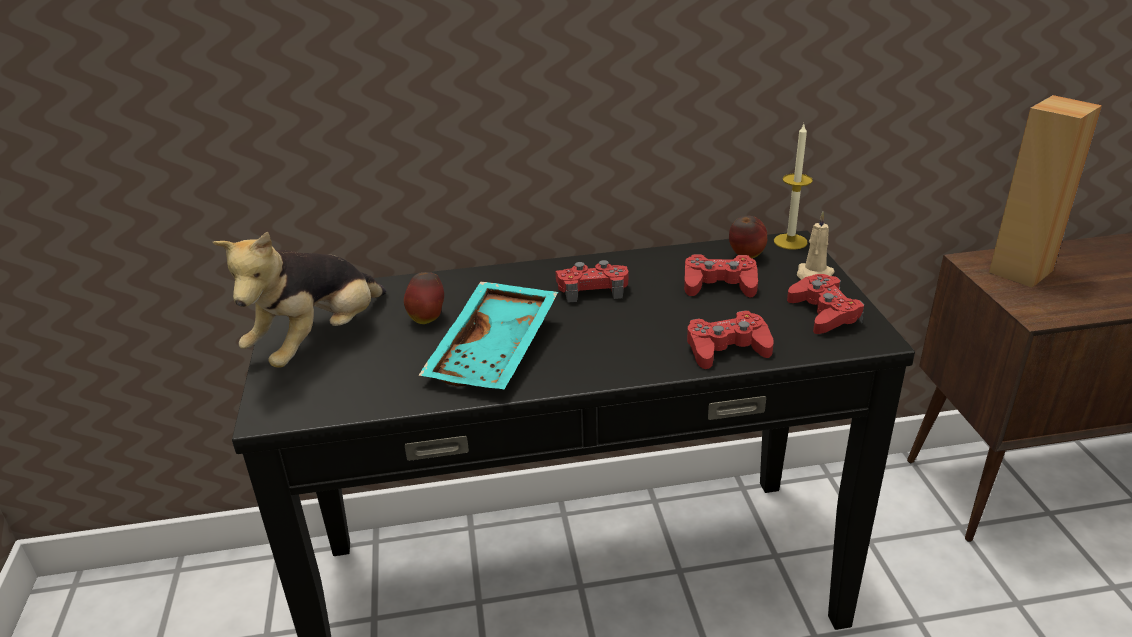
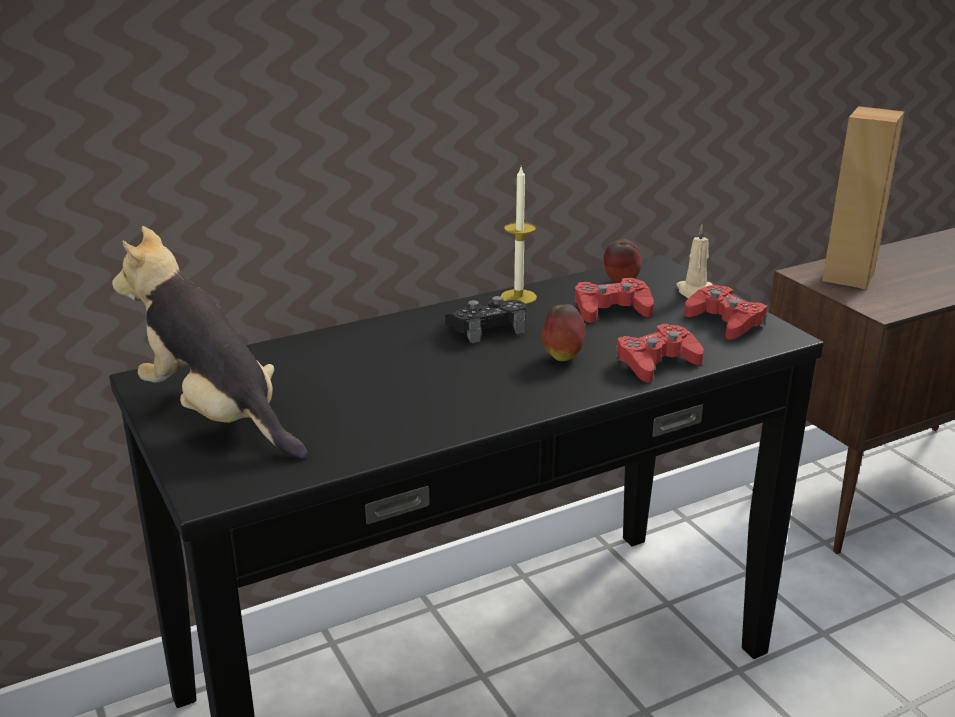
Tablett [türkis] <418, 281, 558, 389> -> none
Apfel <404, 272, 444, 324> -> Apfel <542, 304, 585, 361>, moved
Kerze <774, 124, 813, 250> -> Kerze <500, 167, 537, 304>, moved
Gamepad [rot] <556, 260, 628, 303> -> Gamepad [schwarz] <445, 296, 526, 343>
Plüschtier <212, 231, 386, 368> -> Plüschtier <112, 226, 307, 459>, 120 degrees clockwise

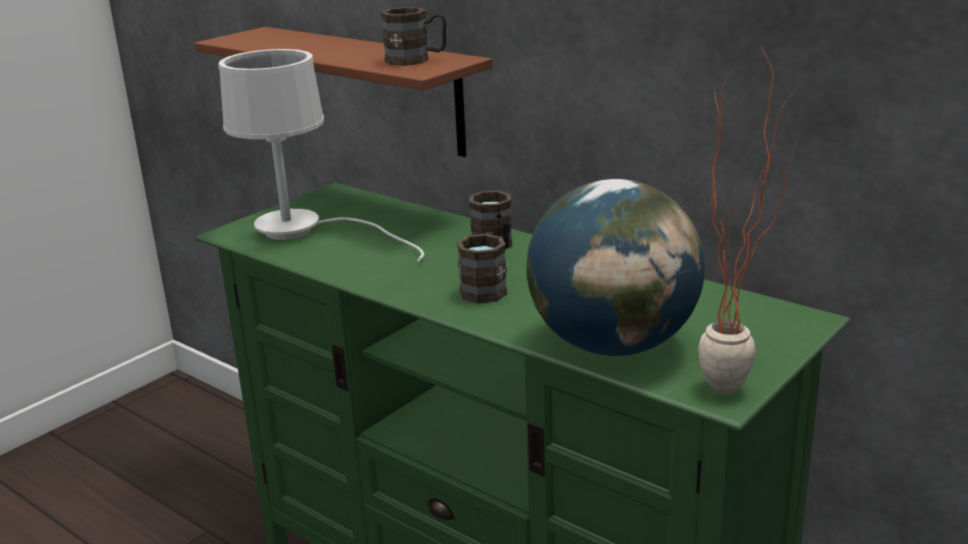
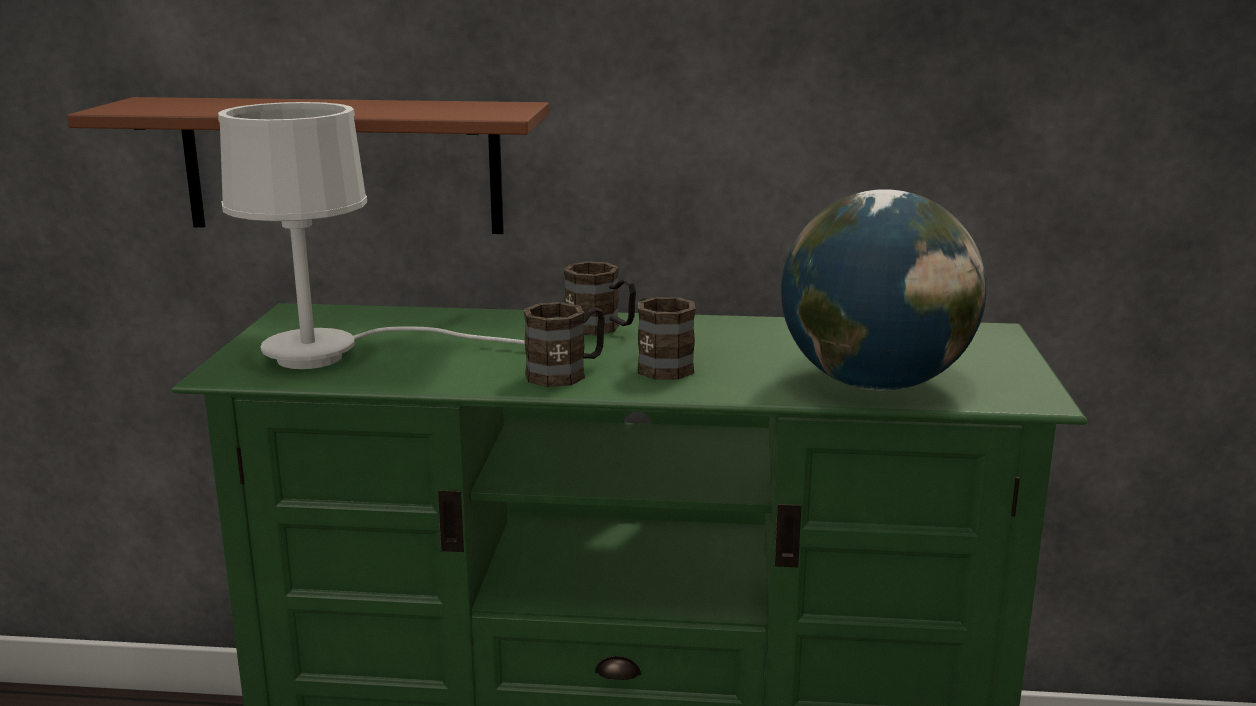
Topfpflanze <698, 45, 805, 394> -> none
Henkelbecher [braun] <381, 7, 446, 66> -> Henkelbecher [braun] <523, 302, 605, 387>, moved

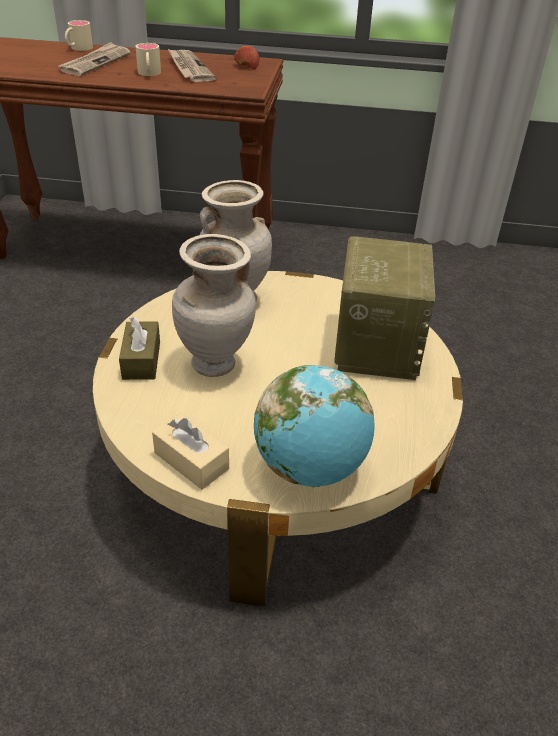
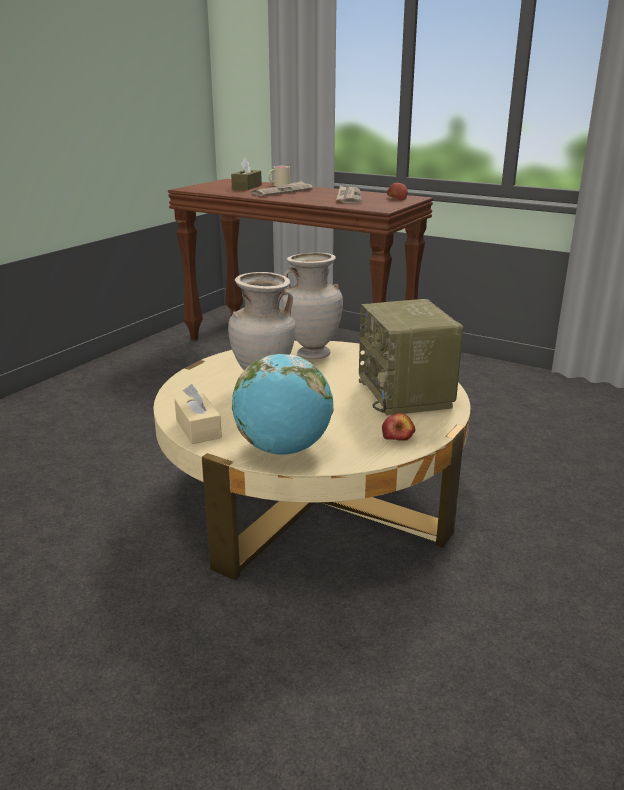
Henkelbecher [beige] <135, 43, 161, 76> -> none
none -> Apfel <382, 413, 415, 441>
Taschentuchbox [braun] <119, 317, 160, 380> -> Taschentuchbox [braun] <231, 157, 262, 190>, moved
Radio <334, 237, 435, 380> -> Radio <359, 299, 463, 416>, 135 degrees clockwise

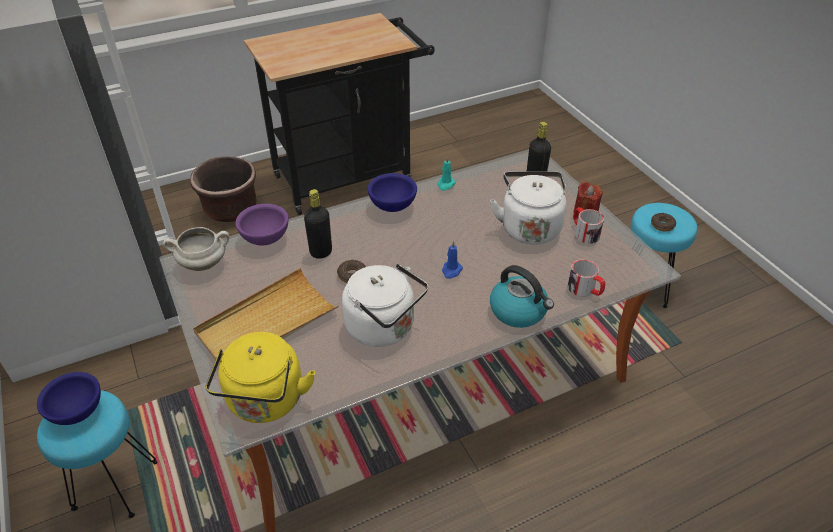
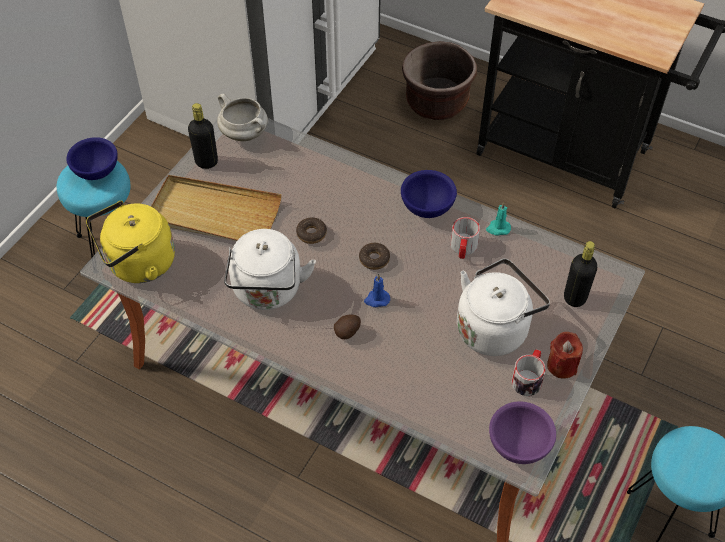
Wasserkessel <490, 265, 554, 328> -> none
none -> Kartoffel <334, 314, 361, 339>
Schüssel [lila] <235, 204, 289, 246> -> Schüssel [lila] <489, 401, 556, 464>, moved
Flasche [schwarz] <304, 189, 332, 259> -> Flasche [schwarz] <188, 103, 218, 169>, moved
Henkelbecher <567, 259, 605, 297> -> Henkelbecher <451, 217, 480, 259>, moved
Donut <651, 213, 676, 232> -> Donut <359, 243, 390, 270>, moved

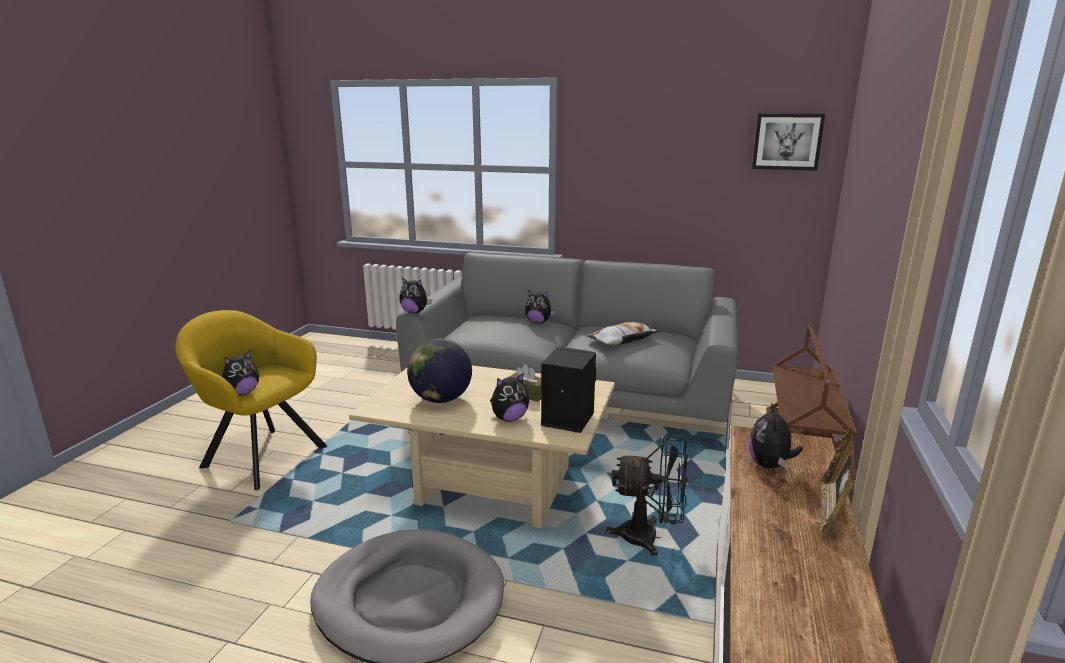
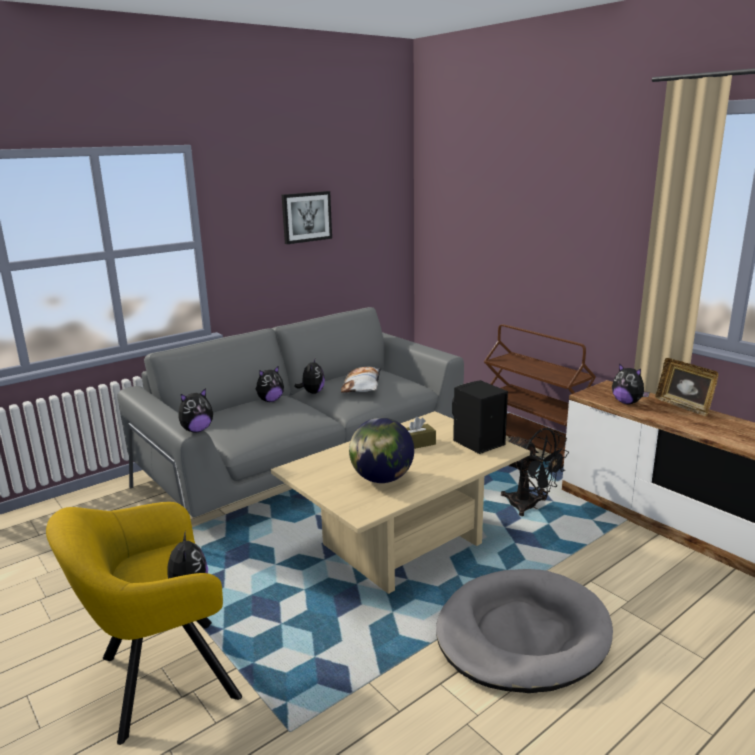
Plüschtier <490, 372, 529, 422> -> Plüschtier <294, 358, 325, 394>, moved
Bild <752, 114, 825, 171> -> Bild <282, 191, 332, 244>, moved
Ventilator [schwarz] <606, 436, 688, 556> -> Ventilator [schwarz] <501, 428, 569, 516>, 90 degrees clockwise

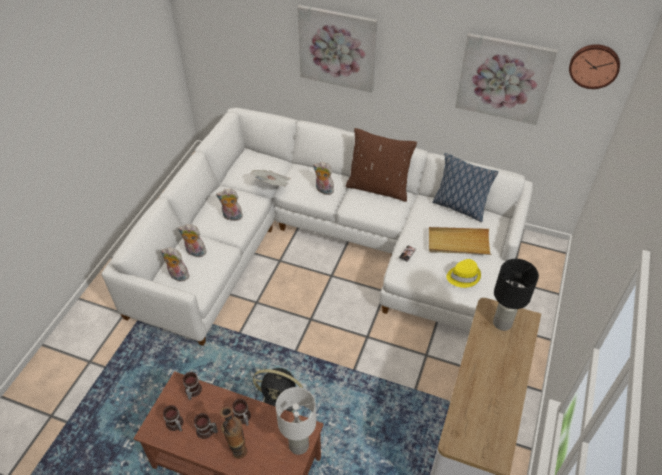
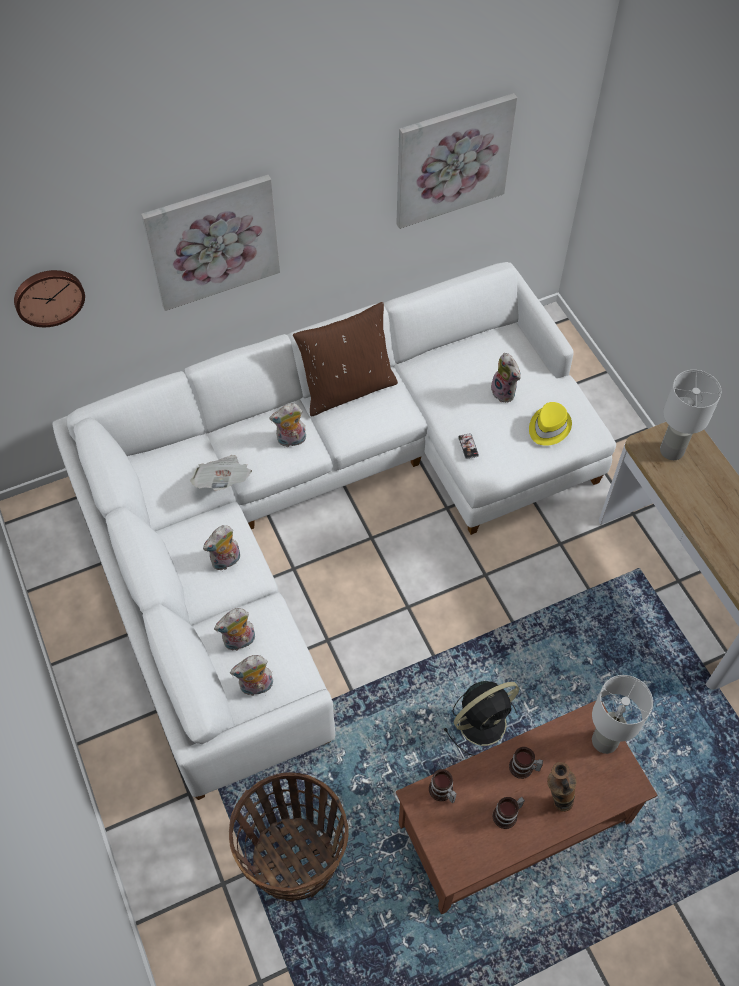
Henkelbecher <163, 405, 183, 432> -> none
Kissen <432, 153, 498, 222> -> none
none -> Korb <229, 772, 348, 901>
Wanduhr <569, 44, 620, 89> -> Wanduhr <14, 270, 85, 327>, moved
Tablett [beige] <429, 227, 491, 255> -> Plüschtier <491, 353, 521, 402>
Tischlampe [schwarz] <493, 259, 539, 331> -> Tischlampe [weiß] <660, 370, 721, 460>

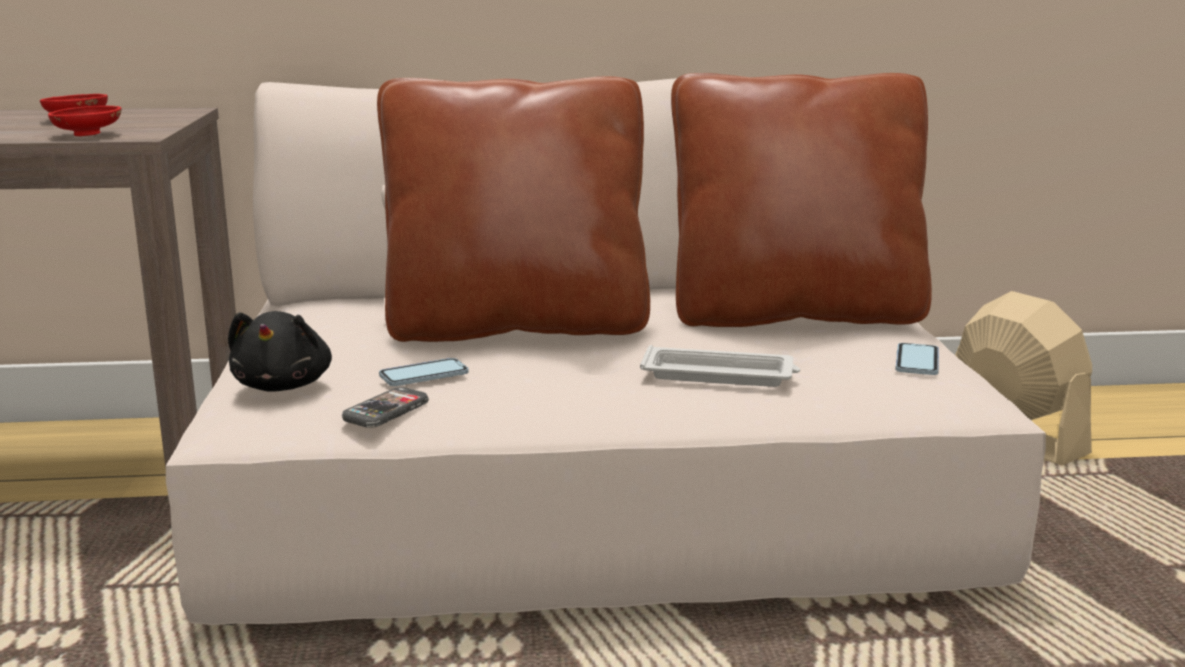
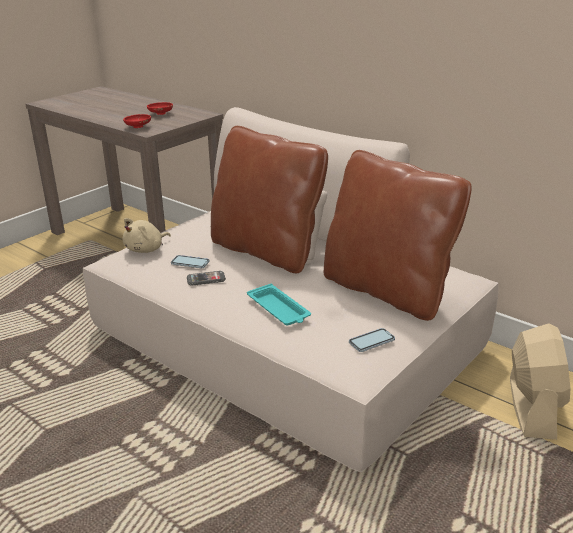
Handy <342, 387, 429, 428> -> Handy <187, 271, 226, 286>, moved
Plüschtier [schwarz] <228, 311, 332, 392> -> Plüschtier [beige] <122, 218, 171, 253>
Tablett [weiß] <640, 345, 800, 387> -> Tablett [türkis] <247, 283, 311, 326>

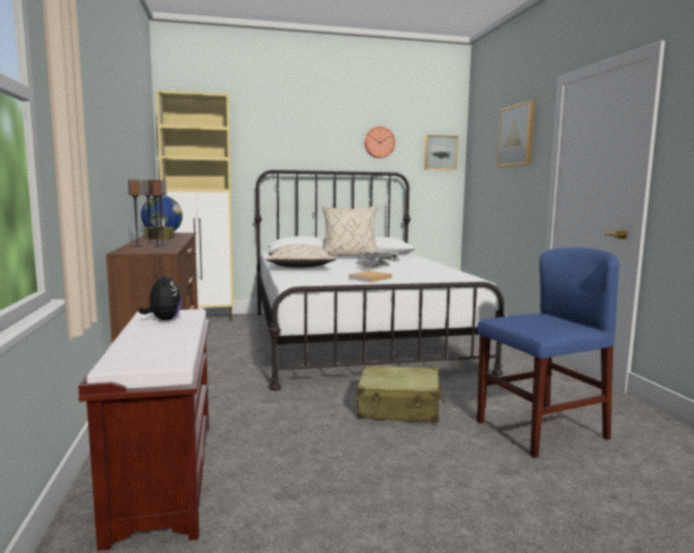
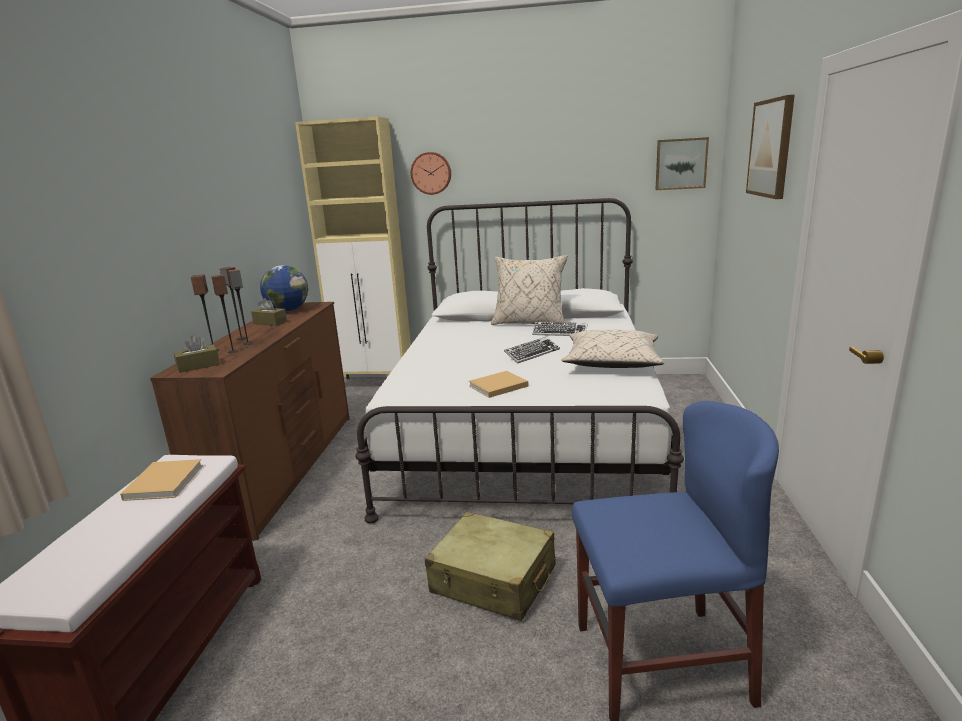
none -> Taschentuchbox [braun] <174, 336, 220, 373>
Kissen [beige] <265, 244, 336, 268> -> Kissen [beige] <562, 329, 665, 368>, moved
Wanduhr <364, 126, 395, 158> -> Wanduhr <411, 152, 451, 195>, moved
Plüschtier <139, 273, 182, 320> -> Buch [beige] <120, 459, 203, 501>

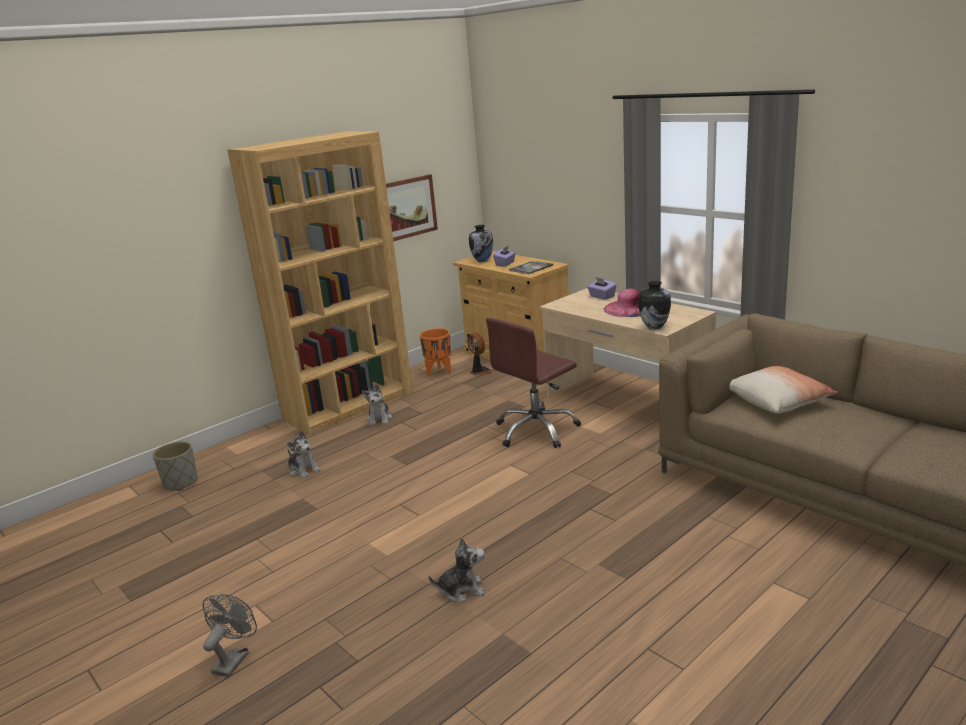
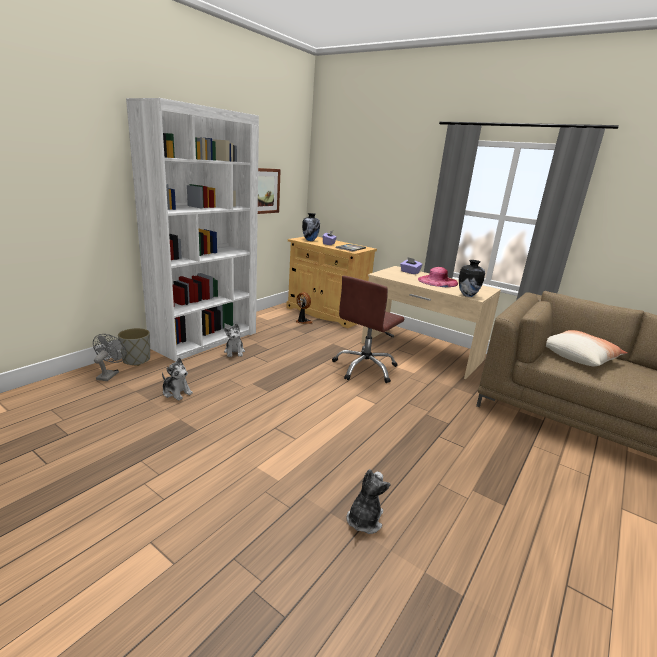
Pflanzkübel [orange] <420, 328, 451, 376> -> none
Pflanzkübel [grau] <153, 441, 198, 491> -> Pflanzkübel [grau] <118, 328, 150, 366>, moved
Ventilator [grau] <202, 594, 257, 677> -> Ventilator [grau] <93, 334, 127, 381>, moved
Bücherregal [braun] <227, 131, 413, 435> -> Bücherregal [weiß] <126, 98, 259, 362>
Plüschtier <429, 537, 485, 602> -> Plüschtier <347, 469, 391, 534>, 45 degrees counterclockwise

